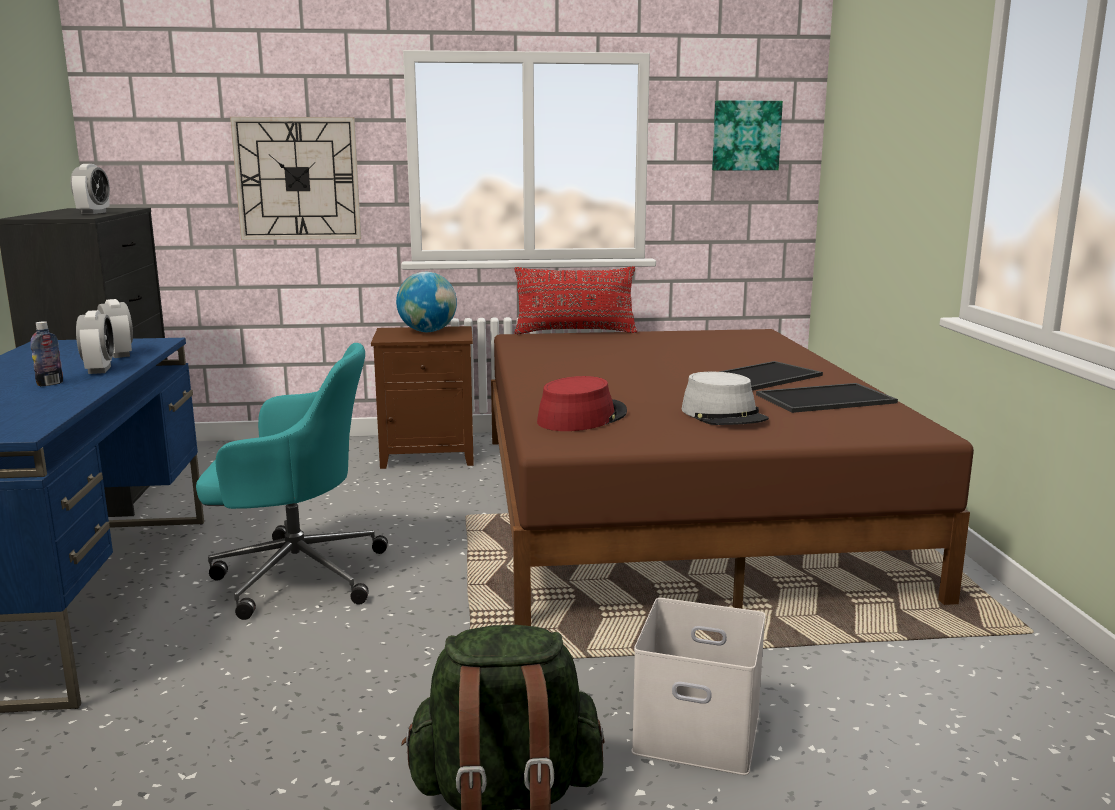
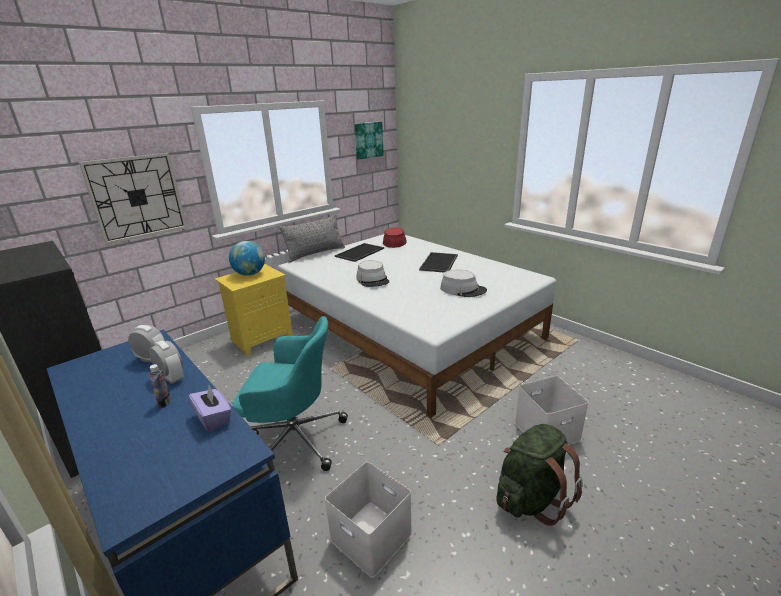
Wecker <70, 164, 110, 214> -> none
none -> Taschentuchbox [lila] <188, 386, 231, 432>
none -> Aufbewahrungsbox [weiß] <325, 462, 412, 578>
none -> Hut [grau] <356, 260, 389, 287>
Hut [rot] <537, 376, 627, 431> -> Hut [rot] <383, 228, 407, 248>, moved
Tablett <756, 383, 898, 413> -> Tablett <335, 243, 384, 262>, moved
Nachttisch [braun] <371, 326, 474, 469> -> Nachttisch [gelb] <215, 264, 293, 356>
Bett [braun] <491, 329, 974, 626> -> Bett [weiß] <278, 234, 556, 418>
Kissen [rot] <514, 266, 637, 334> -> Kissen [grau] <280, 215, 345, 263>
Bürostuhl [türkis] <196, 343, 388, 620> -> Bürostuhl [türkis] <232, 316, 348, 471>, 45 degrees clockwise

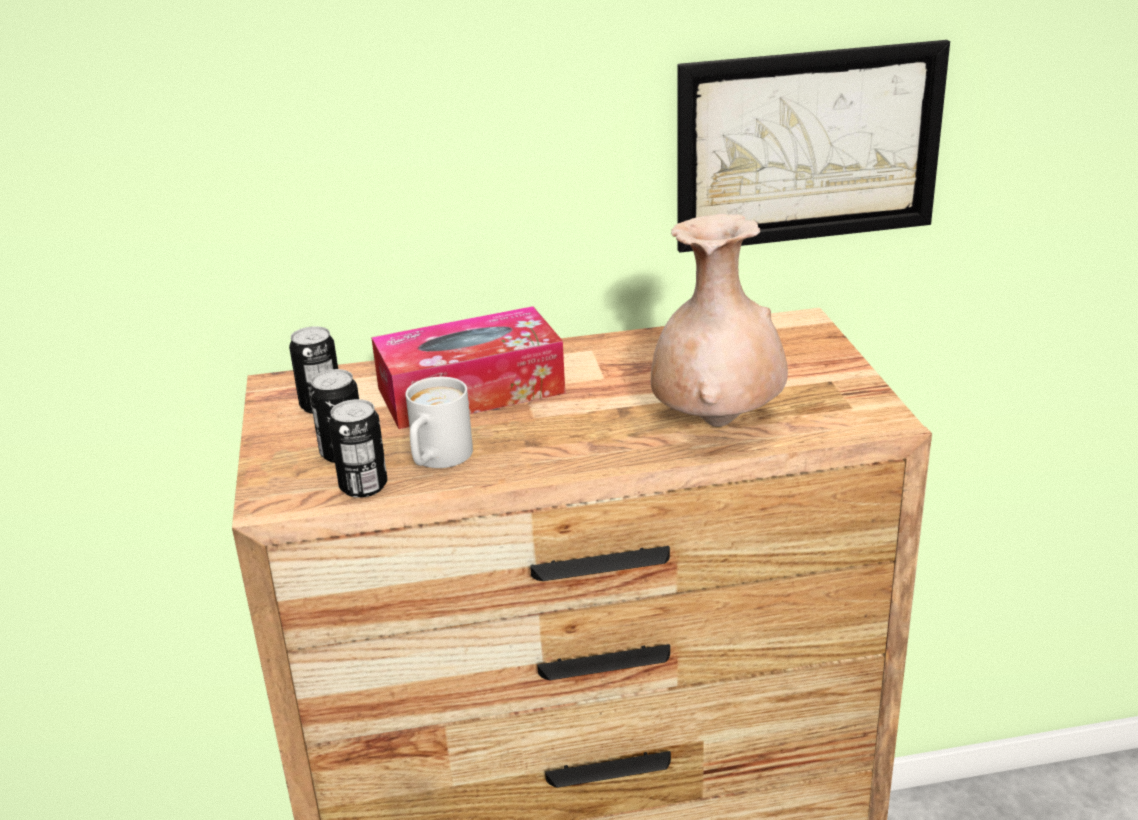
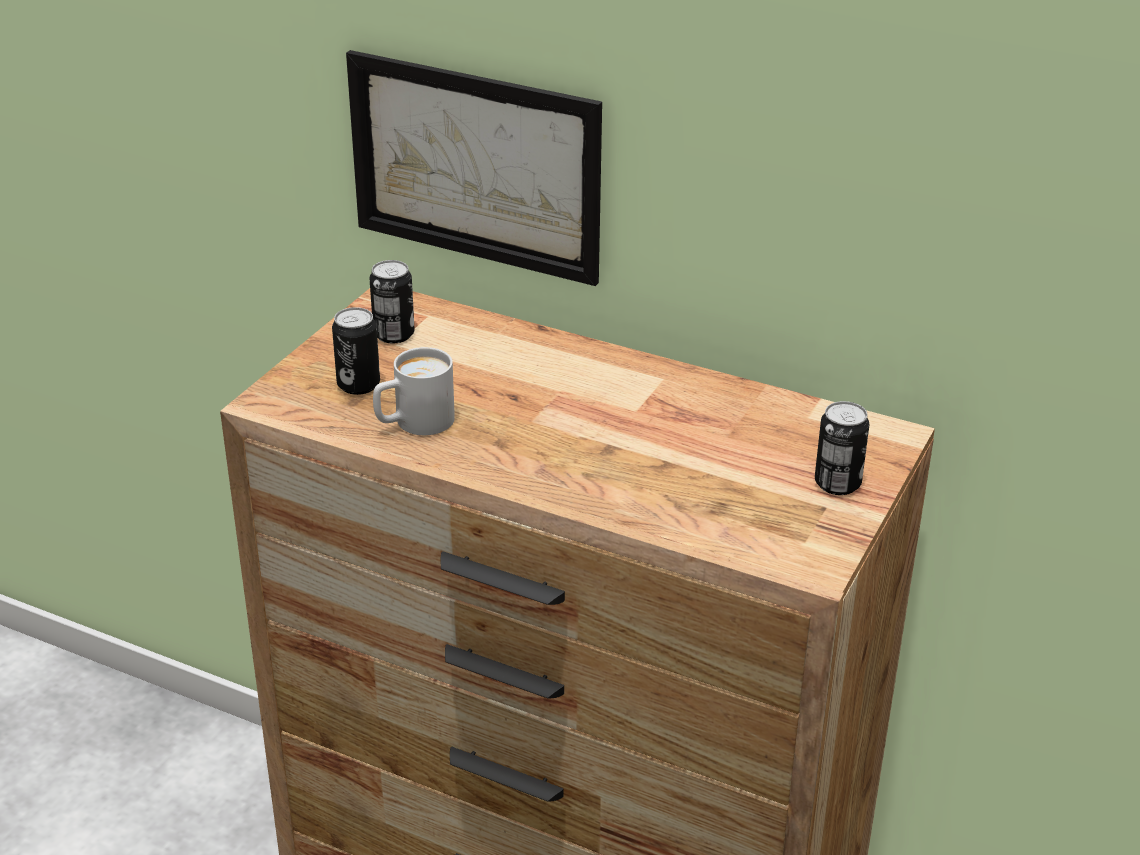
Taschentuchbox <371, 306, 565, 429> -> none
Vase [beige] <651, 214, 788, 427> -> none
Dose <329, 399, 387, 498> -> Dose <815, 401, 869, 495>, moved
Bild <677, 40, 950, 253> -> Bild <346, 50, 602, 286>, moved

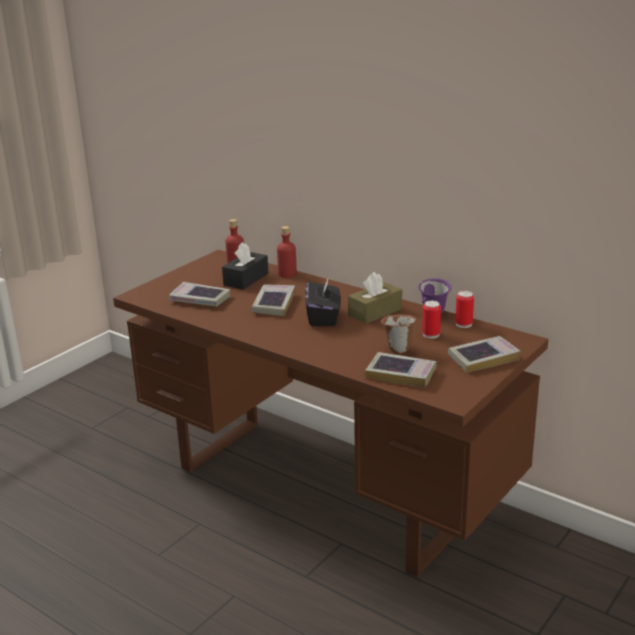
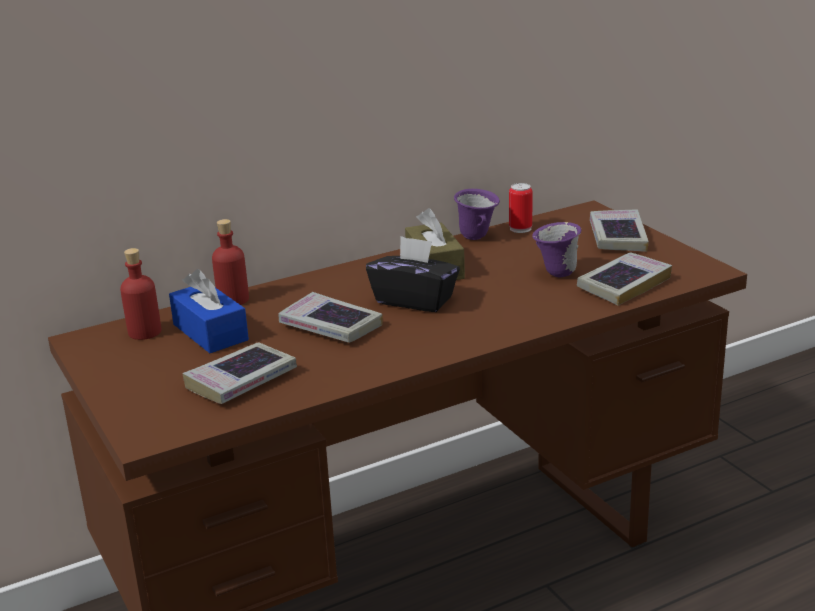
Dose <422, 300, 441, 339> -> none
Taschentuchbox [schwarz] <222, 242, 268, 290> -> Taschentuchbox [blau] <169, 269, 249, 353>
Henkelbecher [braun] <381, 314, 417, 353> -> Henkelbecher [lila] <532, 222, 581, 277>

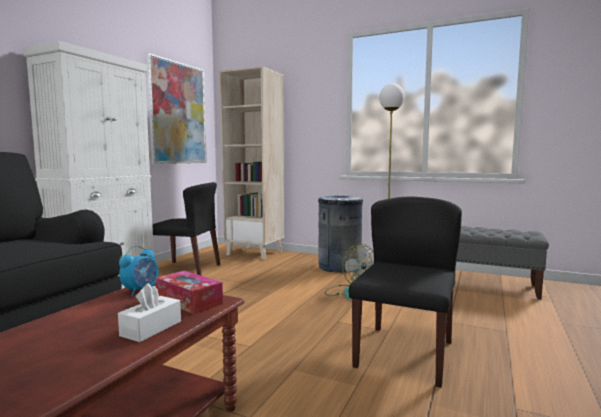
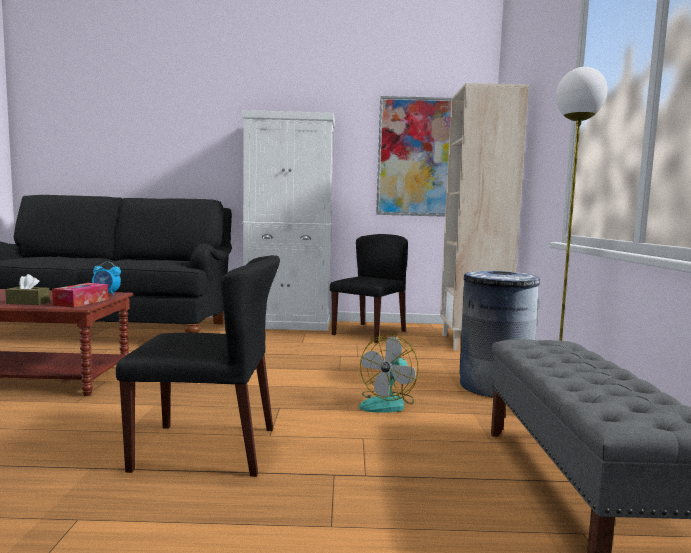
Taschentuchbox [weiß] <118, 283, 181, 342> -> Taschentuchbox [braun] <5, 274, 50, 305>
Stuhl [schwarz] <152, 182, 220, 276> -> Stuhl [schwarz] <330, 234, 408, 343>, 135 degrees counterclockwise

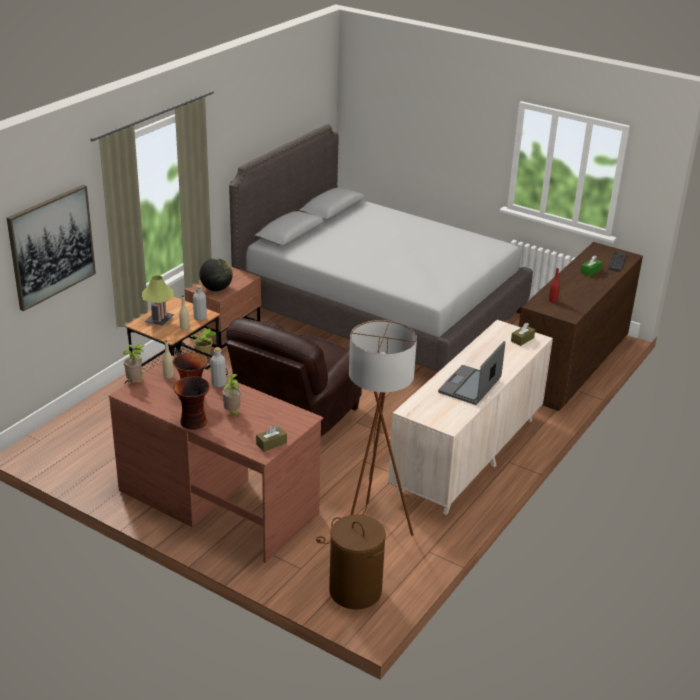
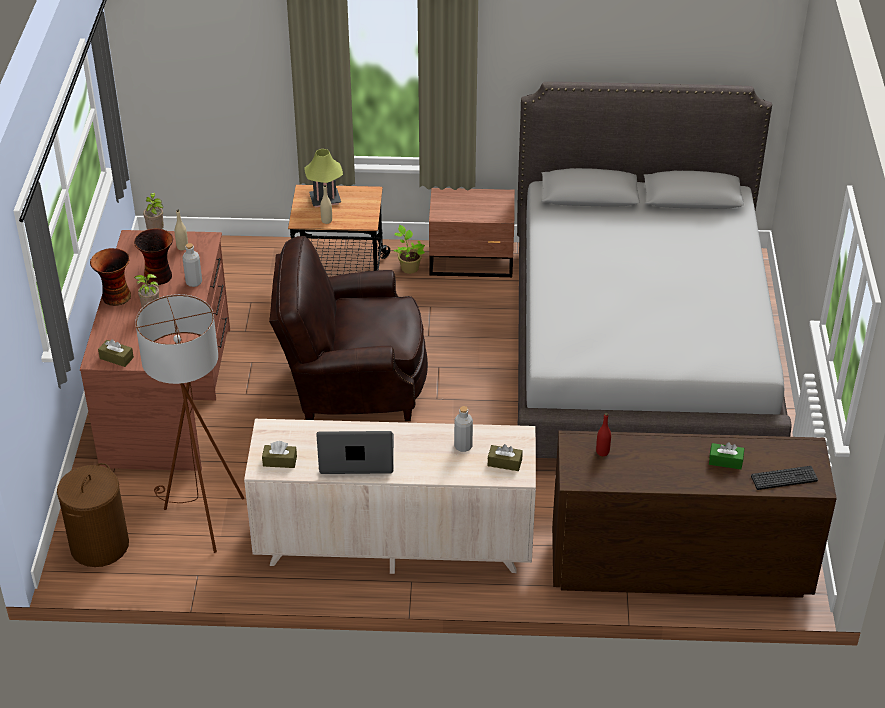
Bild <7, 185, 96, 311> -> none
Globus <200, 258, 233, 291> -> none
none -> Taschentuchbox [braun] <262, 441, 297, 468>
Flasche [grau] <193, 285, 207, 321> -> Flasche [grau] <454, 406, 473, 452>, moved

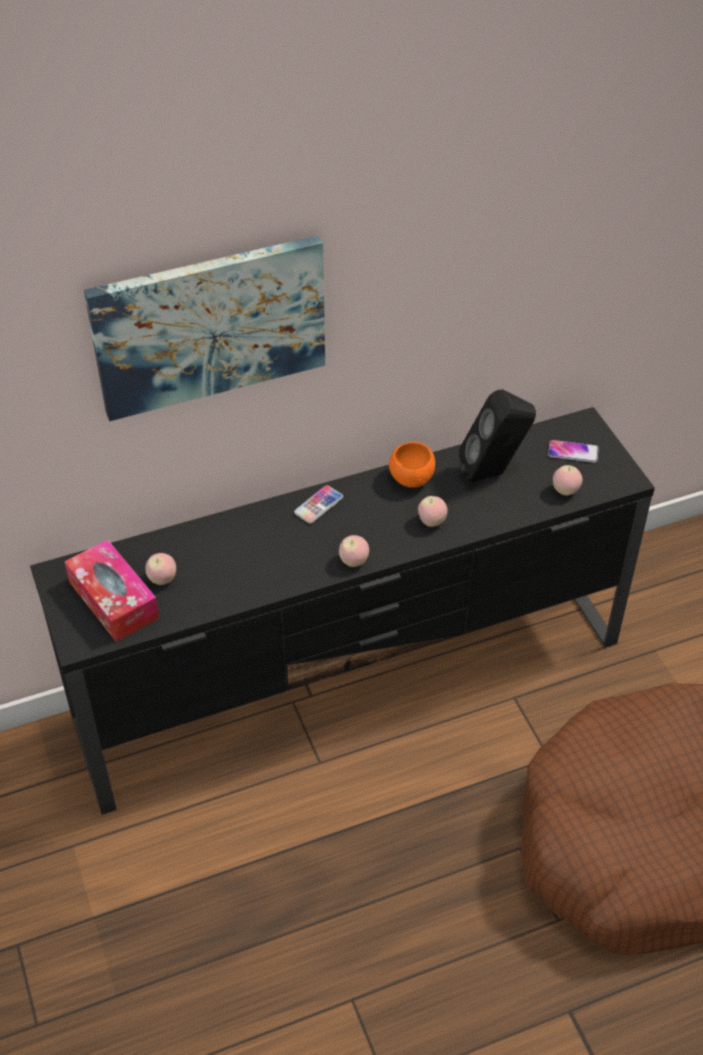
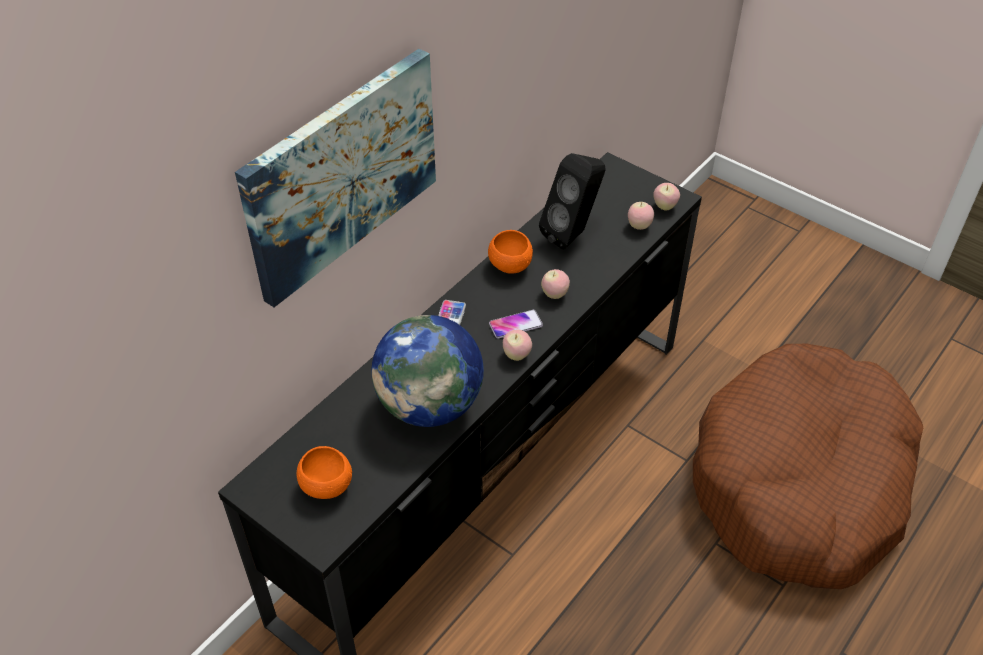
none -> Globus <371, 315, 484, 427>
Apfel <146, 553, 176, 585> -> Apfel <653, 183, 680, 211>, moved
Handy <548, 440, 599, 463> -> Handy <489, 310, 543, 339>, moved
Taschentuchbox <64, 540, 159, 642> -> Schüssel [orange] <297, 446, 352, 499>

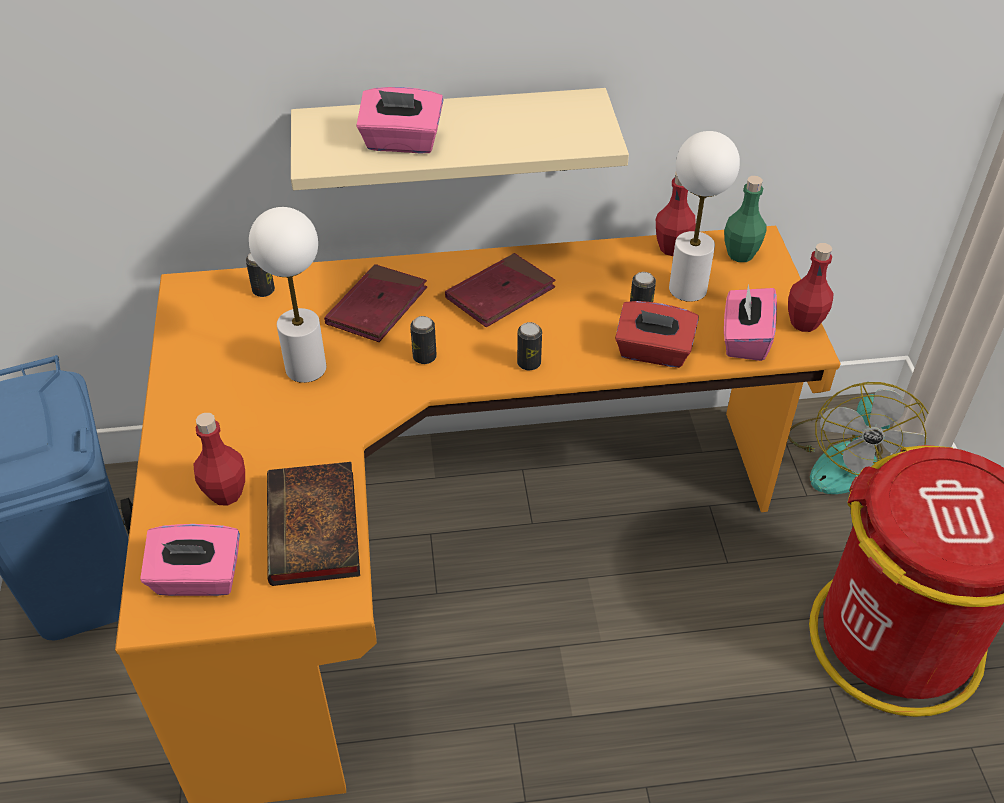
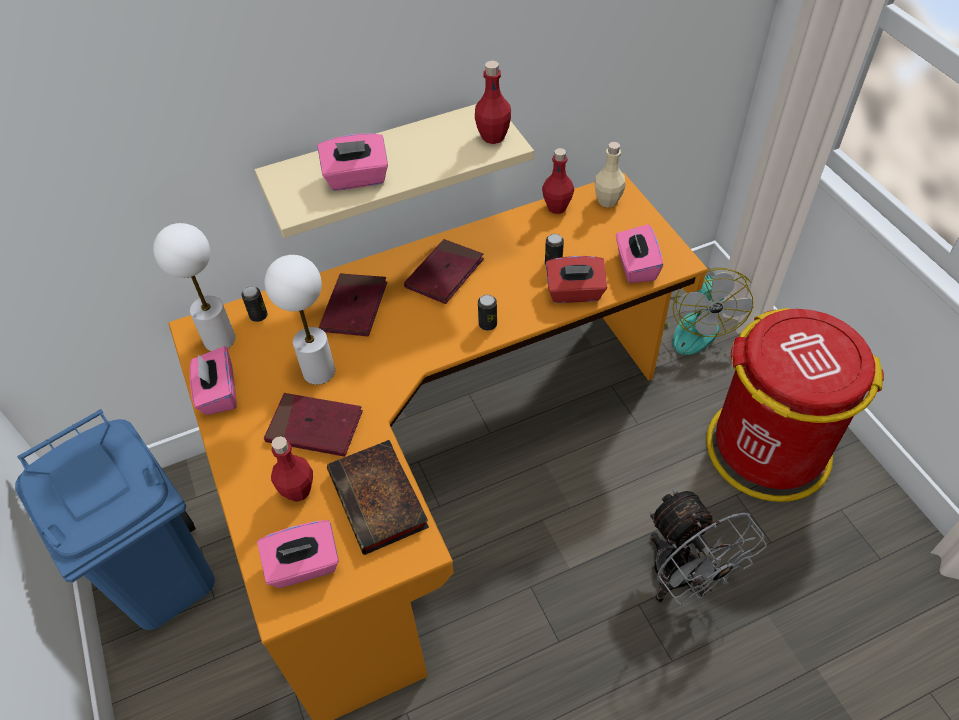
Dose <410, 316, 437, 364> -> none
none -> Taschentuchbox [rosa] <190, 346, 236, 415>
none -> Buch [rot] <264, 393, 363, 457>
none -> Ventilator [grau] <649, 489, 767, 605>
Tischlampe [weiß] <669, 131, 740, 302> -> Tischlampe [weiß] <153, 223, 236, 351>, moved
Flasche [rot] <788, 243, 834, 332> -> Flasche [rot] <475, 61, 511, 144>, moved
Flasche [grün] <724, 176, 766, 262> -> Flasche [beige] <594, 142, 626, 208>

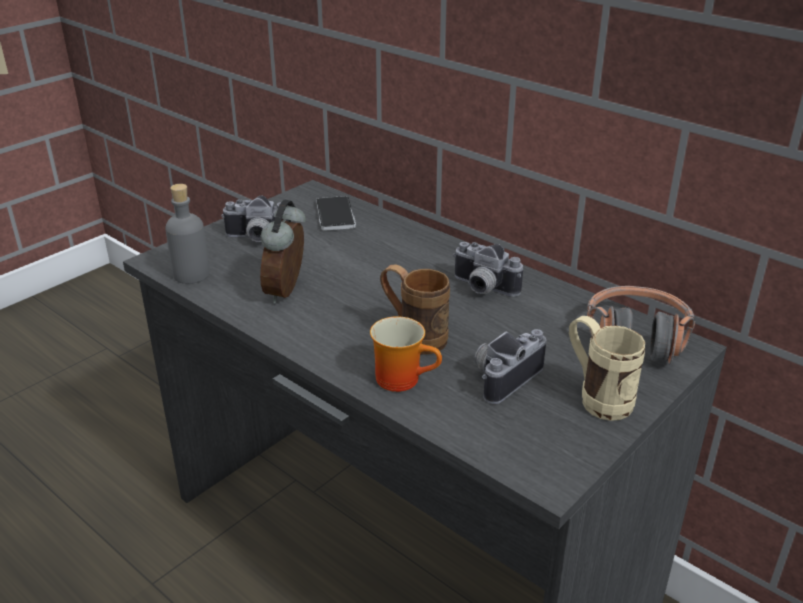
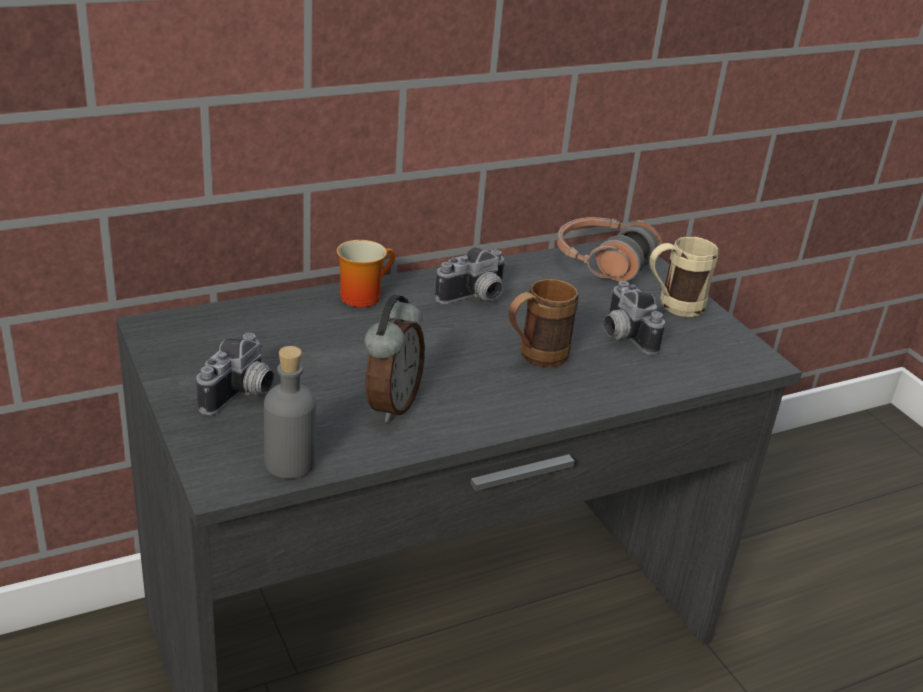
Handy <316, 196, 356, 231> -> none
Henkelbecher <370, 316, 442, 392> -> Henkelbecher <337, 240, 395, 307>, moved
Wecker <260, 199, 306, 303> -> Wecker <364, 295, 425, 423>, 105 degrees counterclockwise

